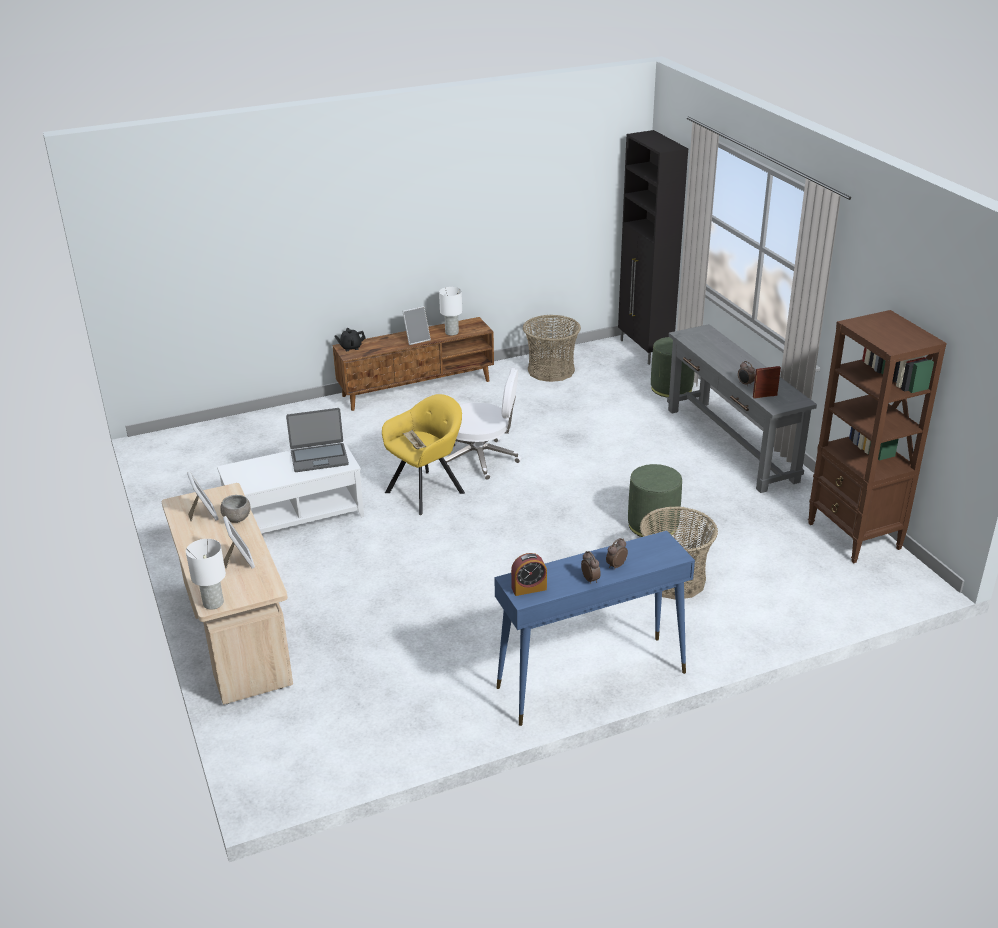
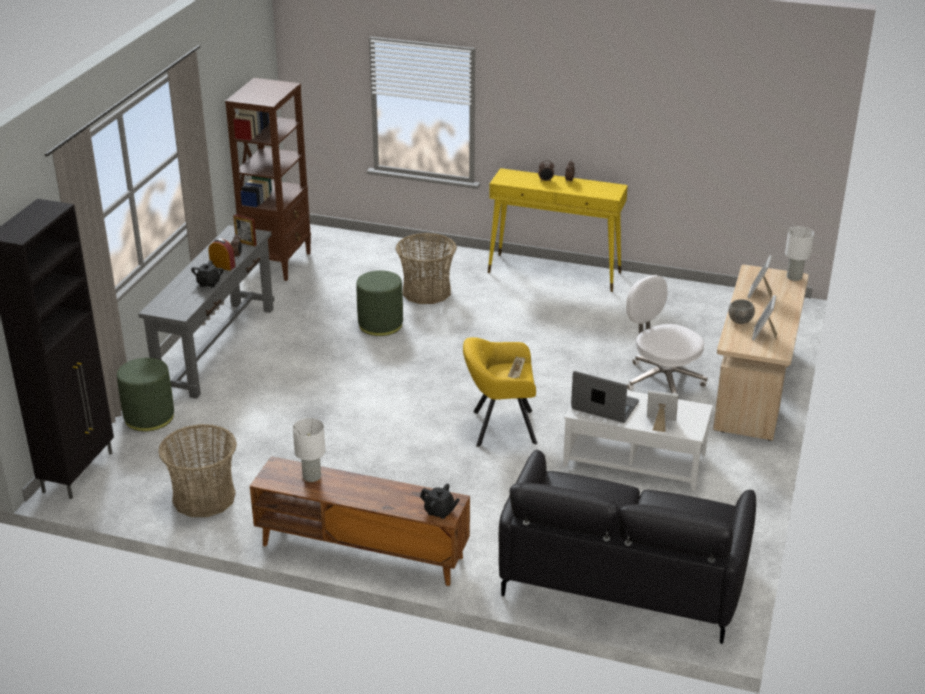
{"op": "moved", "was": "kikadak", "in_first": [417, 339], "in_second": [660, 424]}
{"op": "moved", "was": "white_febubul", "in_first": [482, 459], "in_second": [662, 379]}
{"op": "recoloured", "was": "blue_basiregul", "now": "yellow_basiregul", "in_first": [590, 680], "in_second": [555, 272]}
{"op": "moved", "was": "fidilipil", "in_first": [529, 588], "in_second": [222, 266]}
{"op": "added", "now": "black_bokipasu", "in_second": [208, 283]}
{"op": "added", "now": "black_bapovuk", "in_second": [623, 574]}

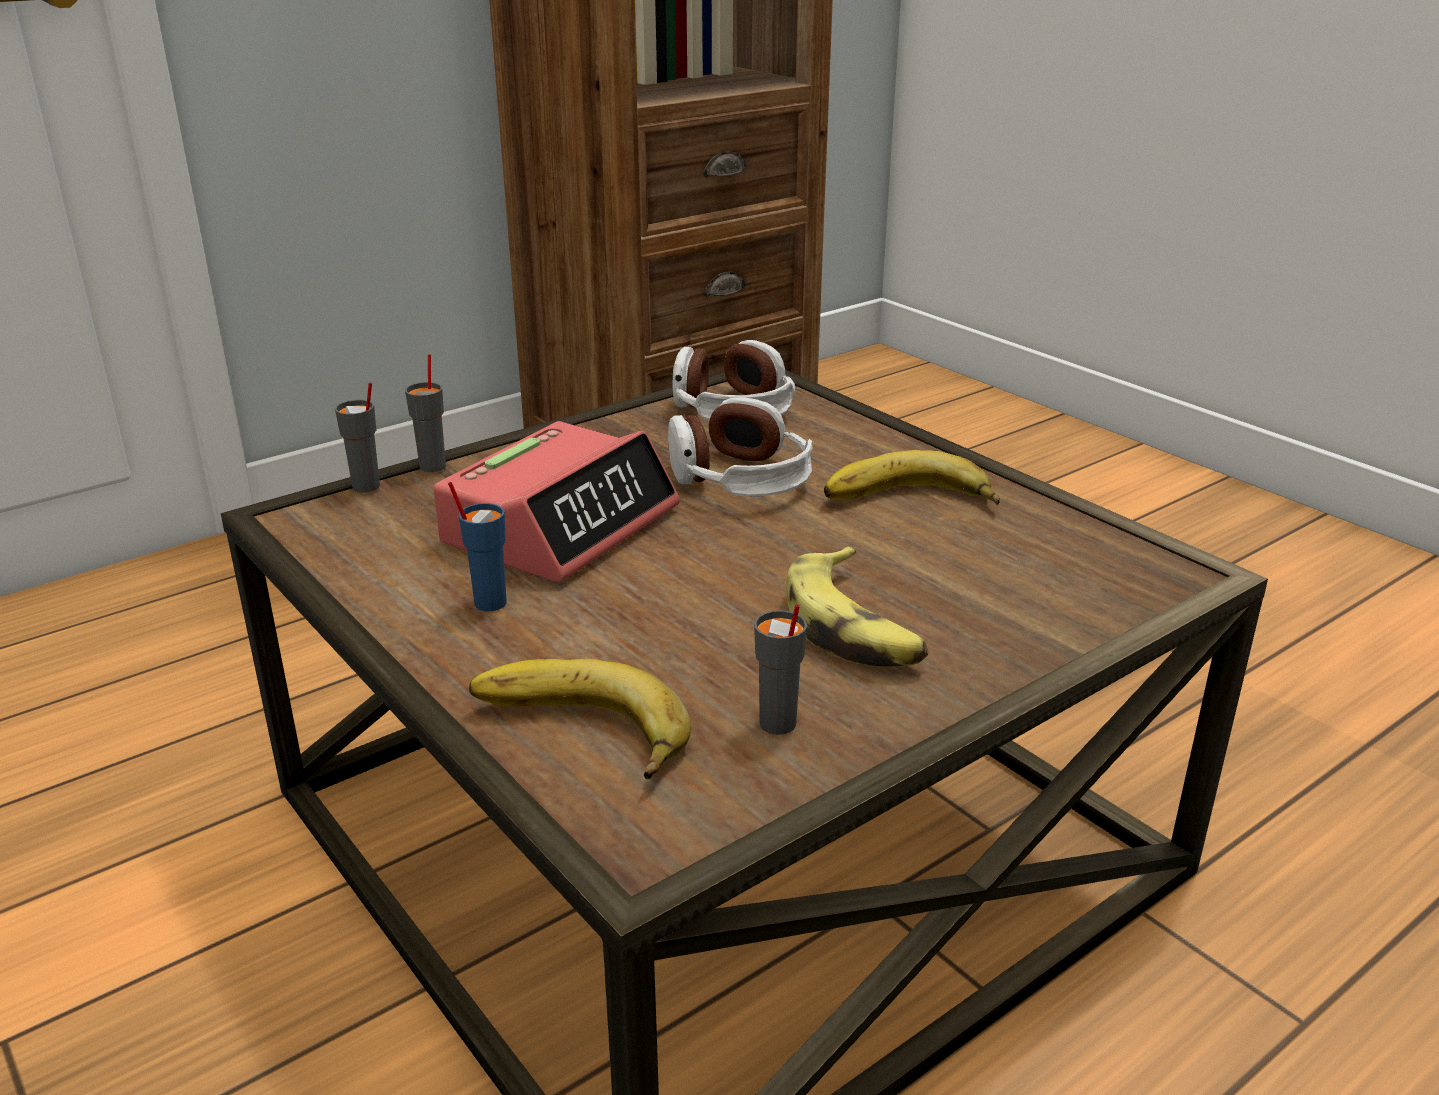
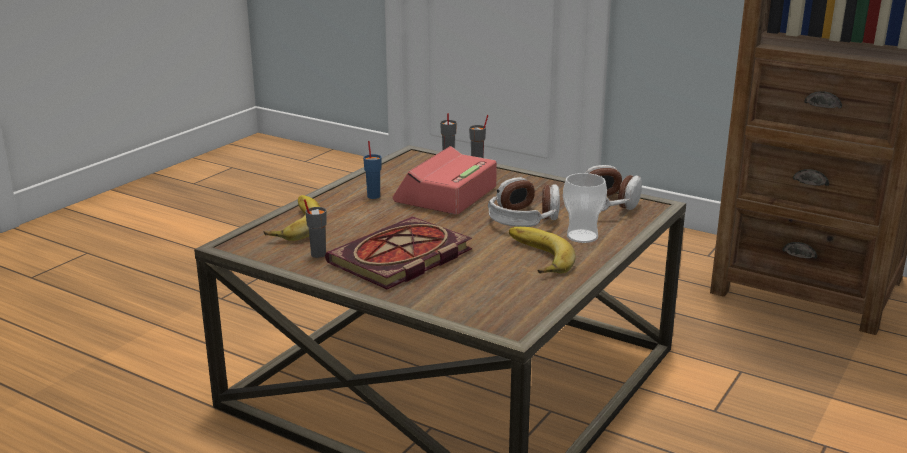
{"op": "turned", "was": "fidilipil", "in_first": [561, 525], "in_second": [446, 195], "clockwise": 105}
{"op": "replaced", "was": "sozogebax", "now": "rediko", "in_first": [854, 627], "in_second": [400, 259]}
{"op": "added", "now": "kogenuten", "in_second": [582, 236]}

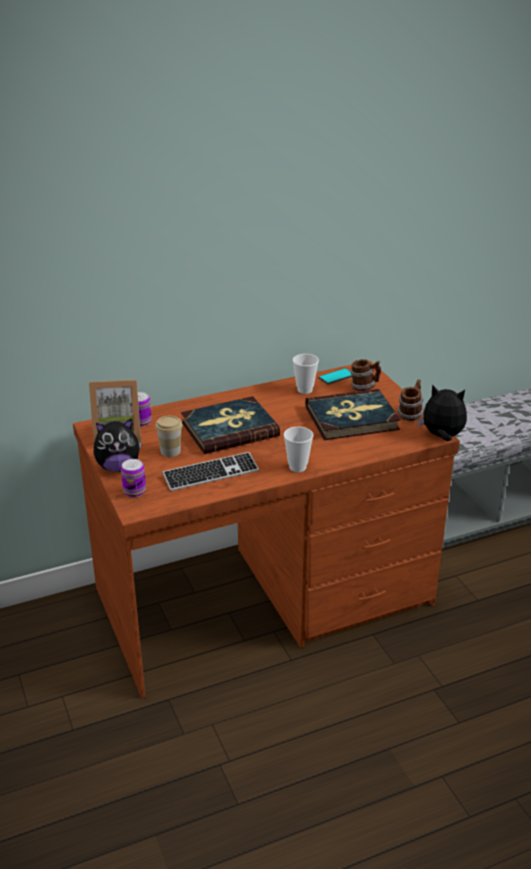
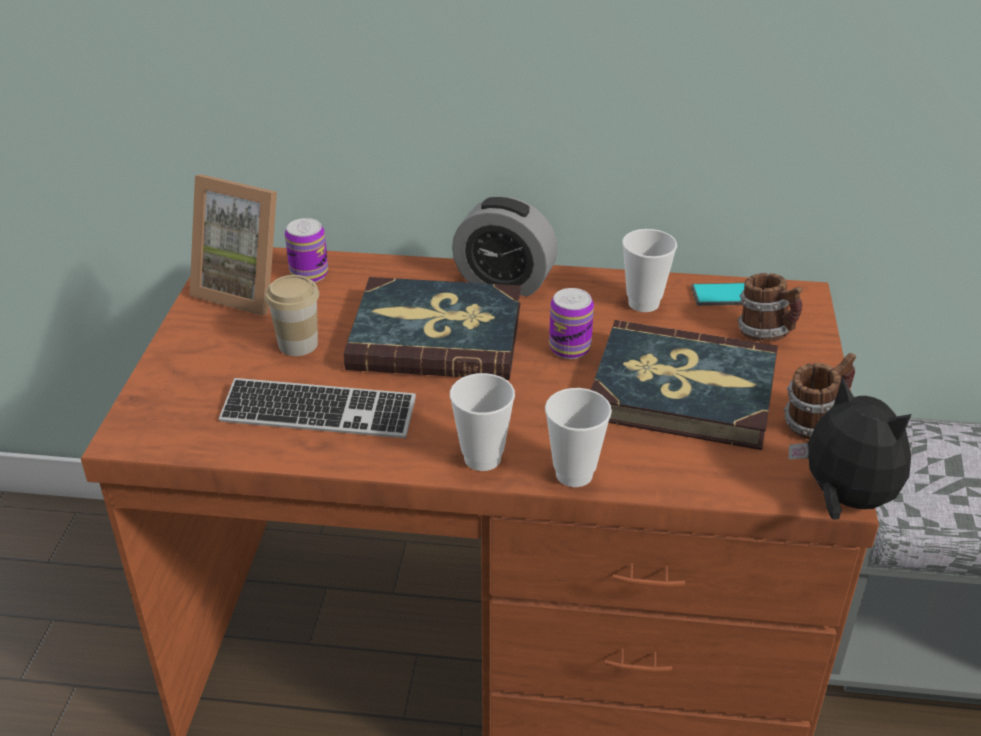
{"op": "removed", "was": "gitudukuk", "in_first": [118, 467]}
{"op": "moved", "was": "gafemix", "in_first": [134, 491], "in_second": [569, 348]}
{"op": "added", "now": "fidilipil", "in_second": [504, 281]}
{"op": "added", "now": "kogenuten", "in_second": [574, 474]}

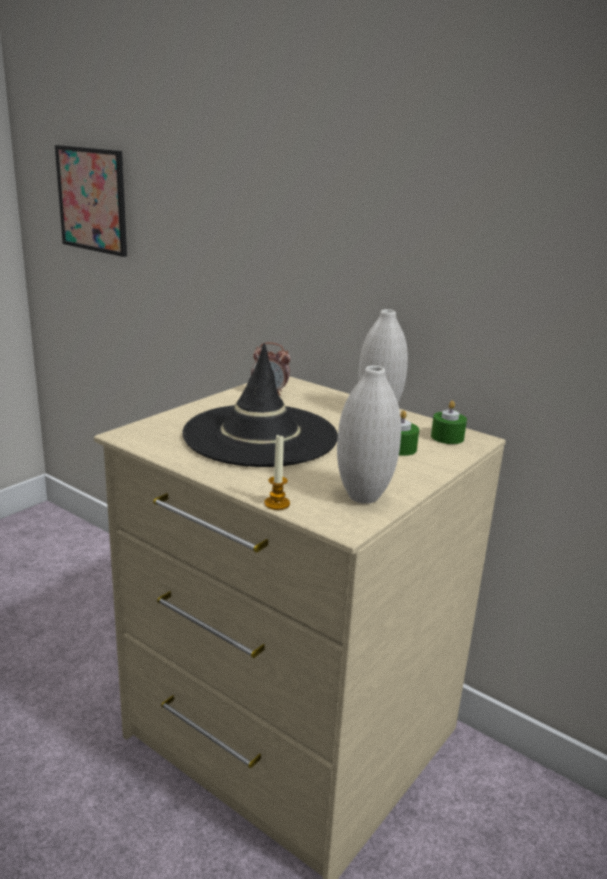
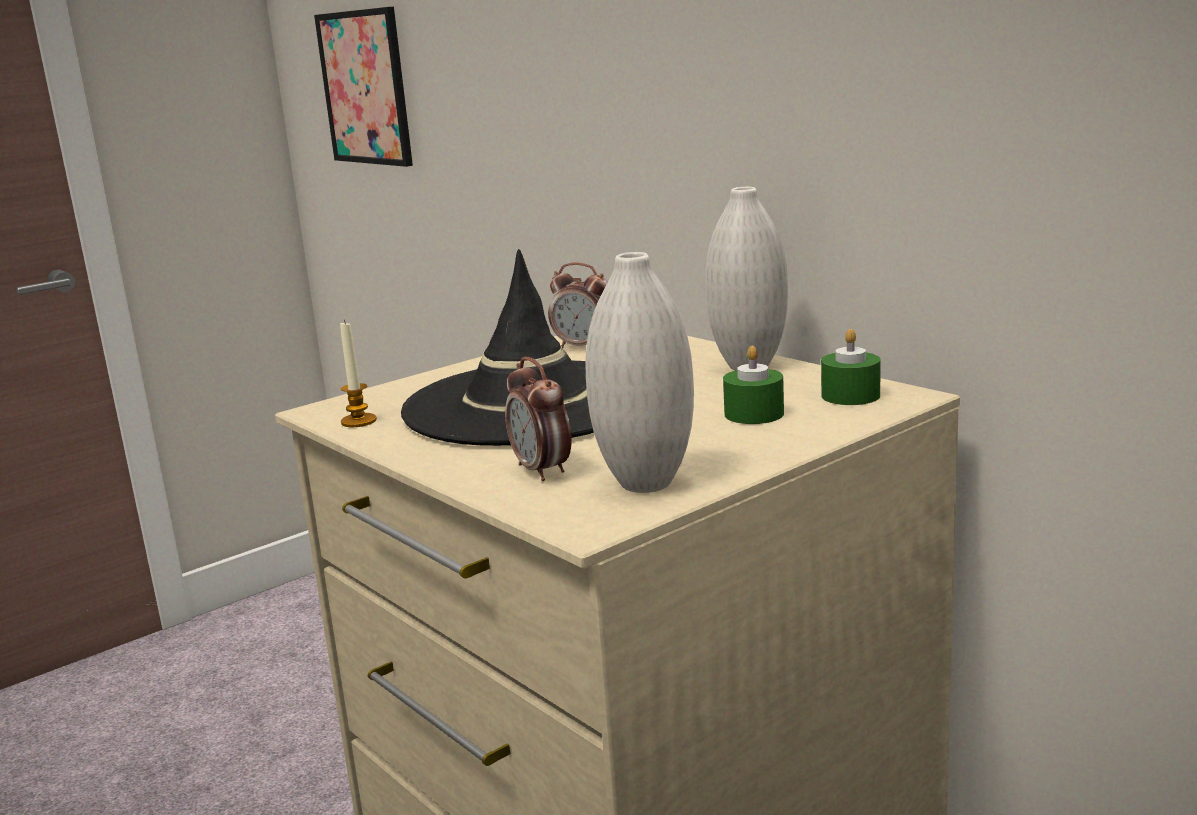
{"op": "moved", "was": "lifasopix", "in_first": [277, 504], "in_second": [358, 421]}
{"op": "added", "now": "fidilipil", "in_second": [542, 471]}

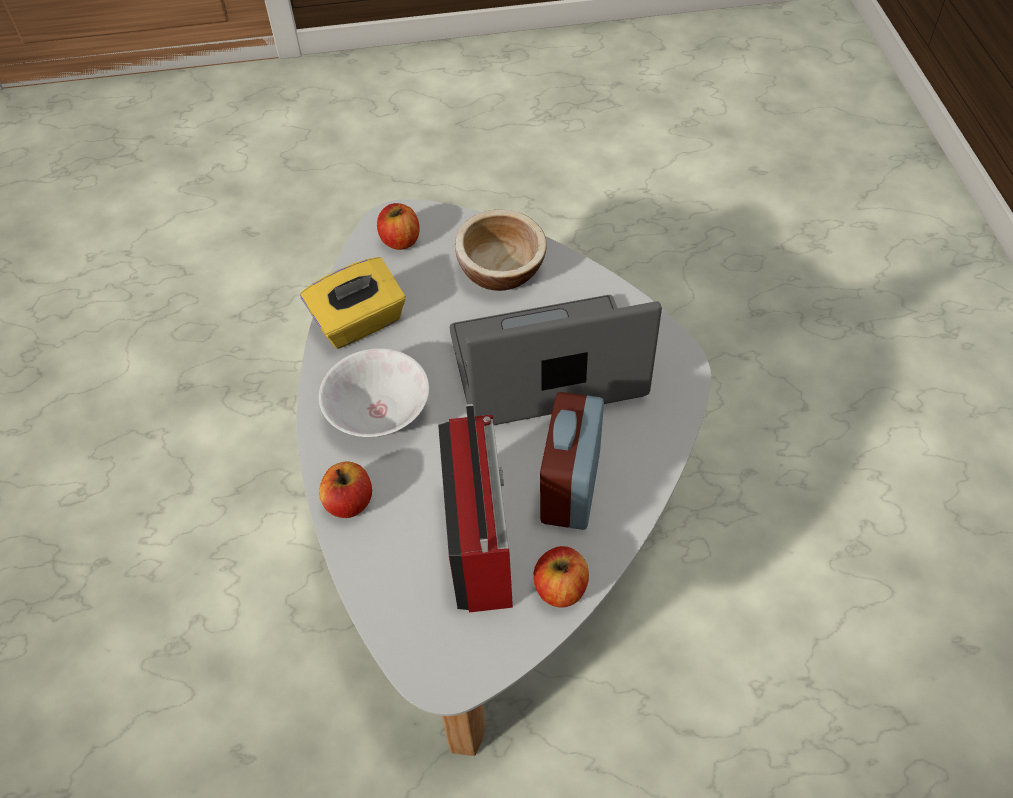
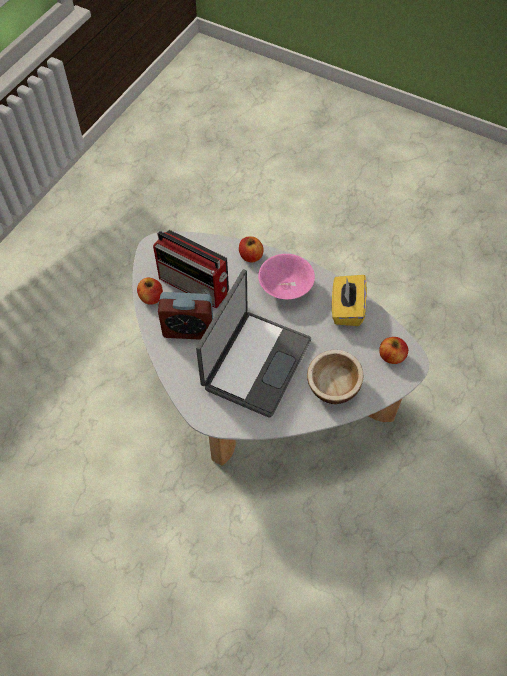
{"op": "recoloured", "was": "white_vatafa", "now": "pink_vatafa", "in_first": [379, 414], "in_second": [286, 288]}
{"op": "turned", "was": "fidilipil", "in_first": [570, 487], "in_second": [188, 329], "clockwise": 135}

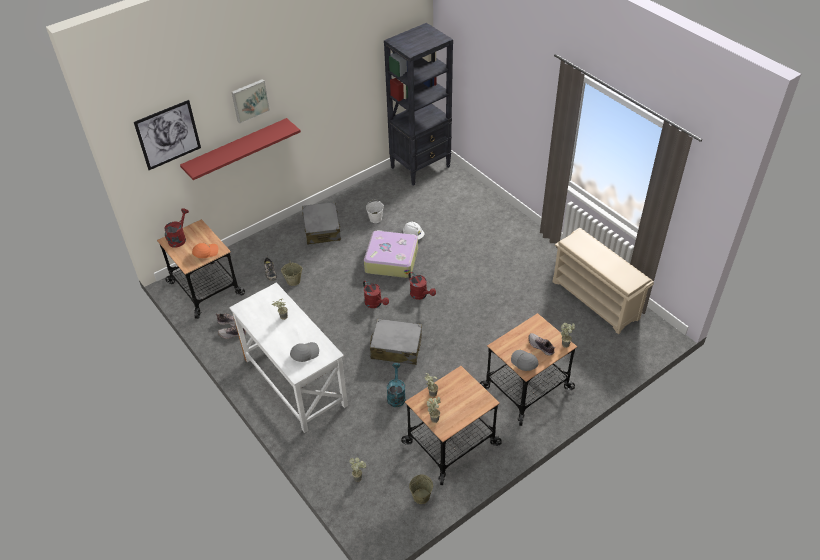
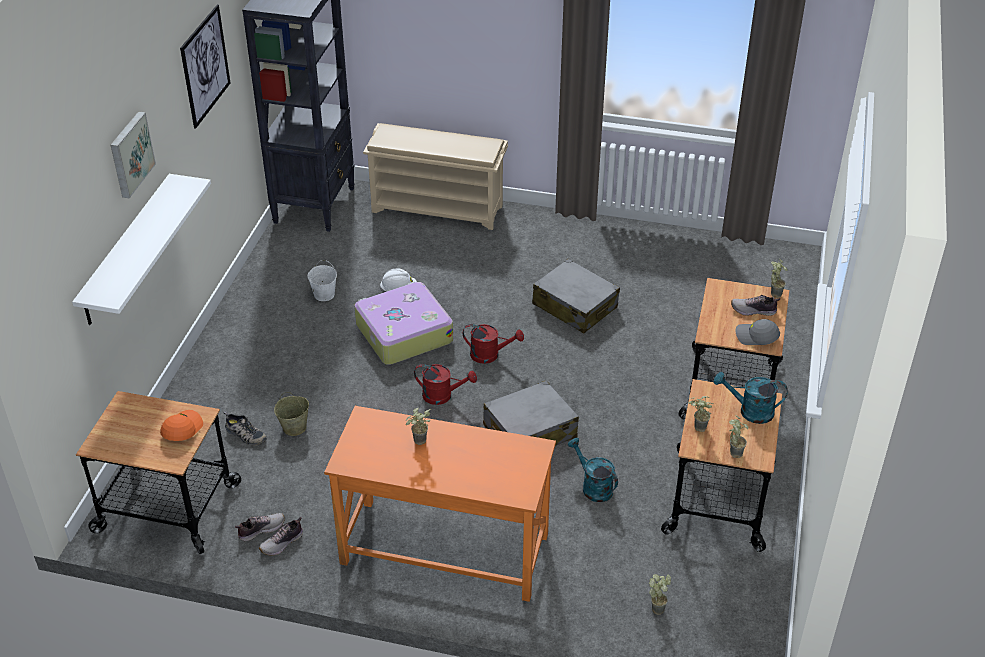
{"op": "moved", "was": "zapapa", "in_first": [168, 135], "in_second": [205, 66]}
{"op": "recoloured", "was": "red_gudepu", "now": "white_gudepu", "in_first": [236, 149], "in_second": [127, 250]}
{"op": "moved", "was": "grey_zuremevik", "in_first": [322, 229], "in_second": [574, 306]}
{"op": "removed", "was": "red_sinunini", "in_first": [179, 238]}
{"op": "moved", "was": "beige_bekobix", "in_first": [596, 300], "in_second": [438, 208]}
{"op": "recoloured", "was": "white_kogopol", "now": "orange_kogopol", "in_first": [294, 382], "in_second": [444, 550]}
{"op": "removed", "was": "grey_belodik", "in_first": [304, 353]}
{"op": "removed", "was": "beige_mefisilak", "in_first": [421, 497]}
{"op": "added", "now": "turquoise_sinunini", "in_second": [750, 411]}

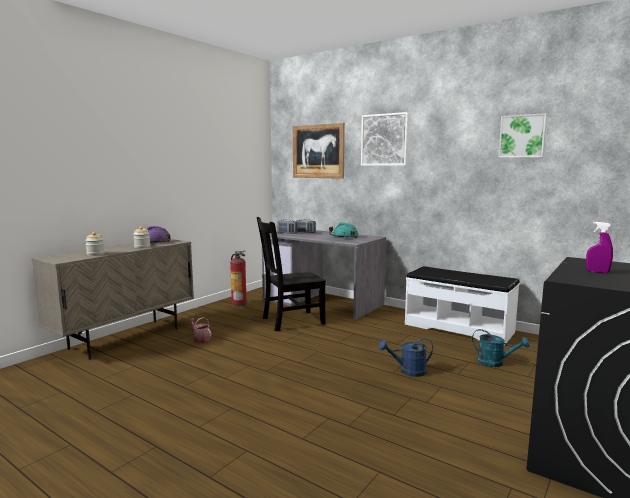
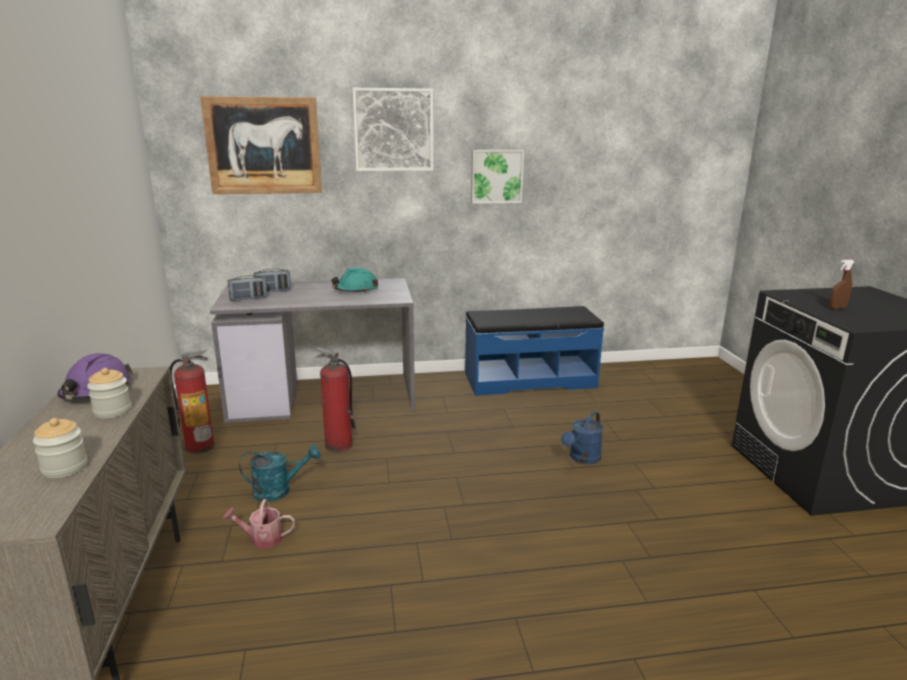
{"op": "moved", "was": "zapapa", "in_first": [522, 136], "in_second": [496, 176]}
{"op": "replaced", "was": "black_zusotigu", "now": "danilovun", "in_first": [291, 321], "in_second": [338, 445]}
{"op": "recoloured", "was": "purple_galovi", "now": "brown_galovi", "in_first": [597, 272], "in_second": [837, 308]}
{"op": "recoloured", "was": "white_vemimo", "now": "blue_vemimo", "in_first": [458, 328], "in_second": [529, 380]}
{"op": "moved", "was": "turquoise_sinunini", "in_first": [495, 363], "in_second": [279, 491]}

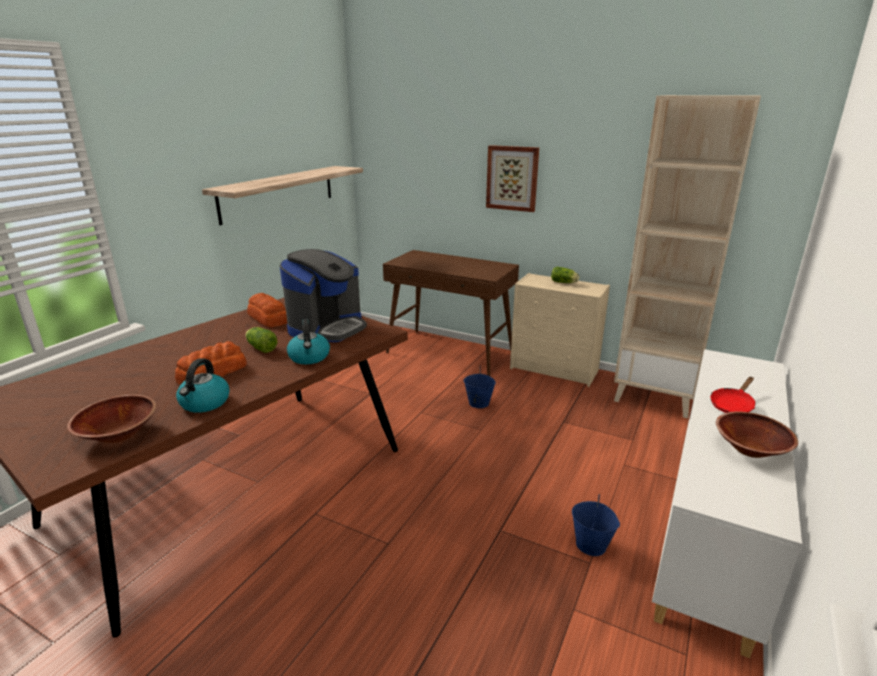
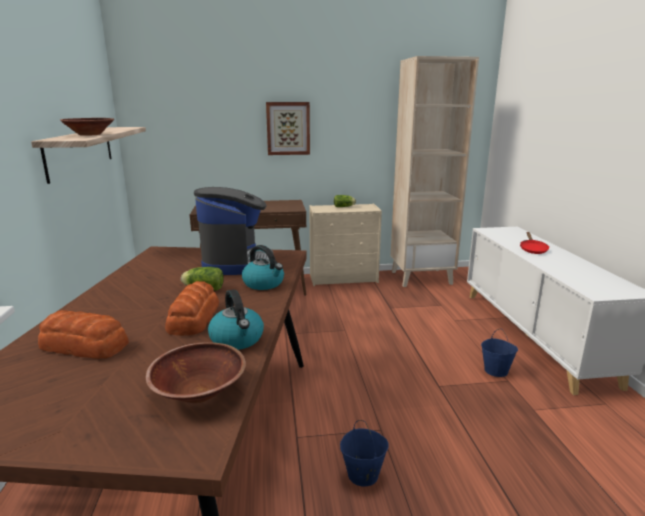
{"op": "moved", "was": "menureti", "in_first": [268, 318], "in_second": [85, 346]}
{"op": "moved", "was": "blue_mefisilak", "in_first": [478, 403], "in_second": [362, 475]}
{"op": "moved", "was": "brown_vatafa", "in_first": [750, 449], "in_second": [90, 134]}

